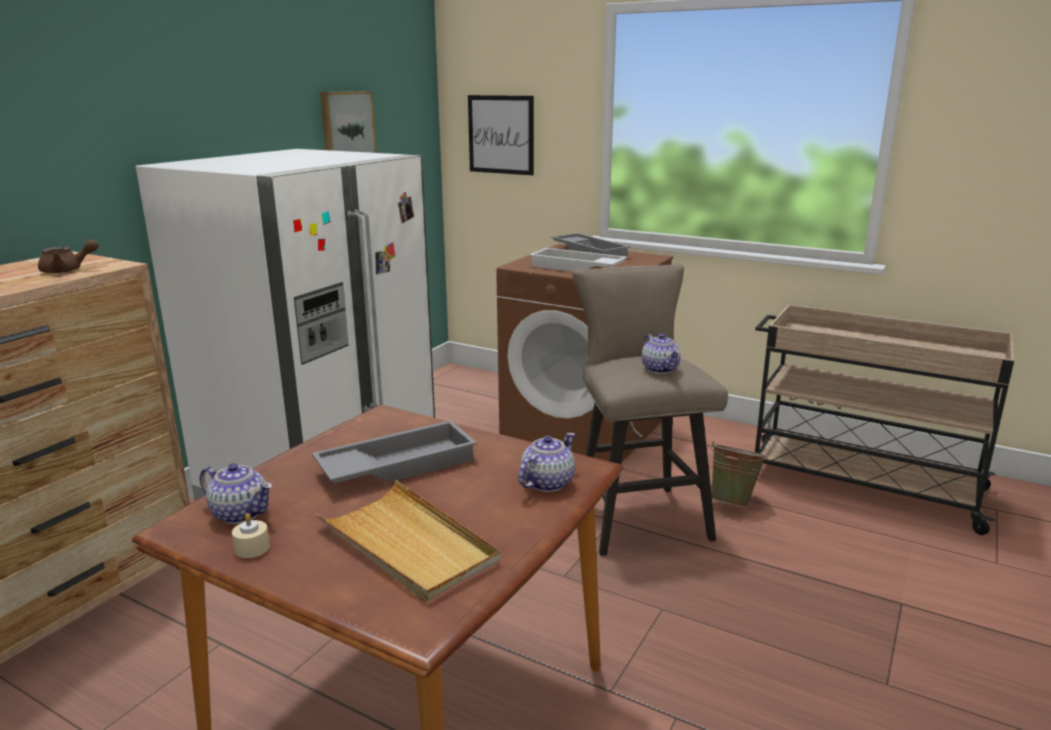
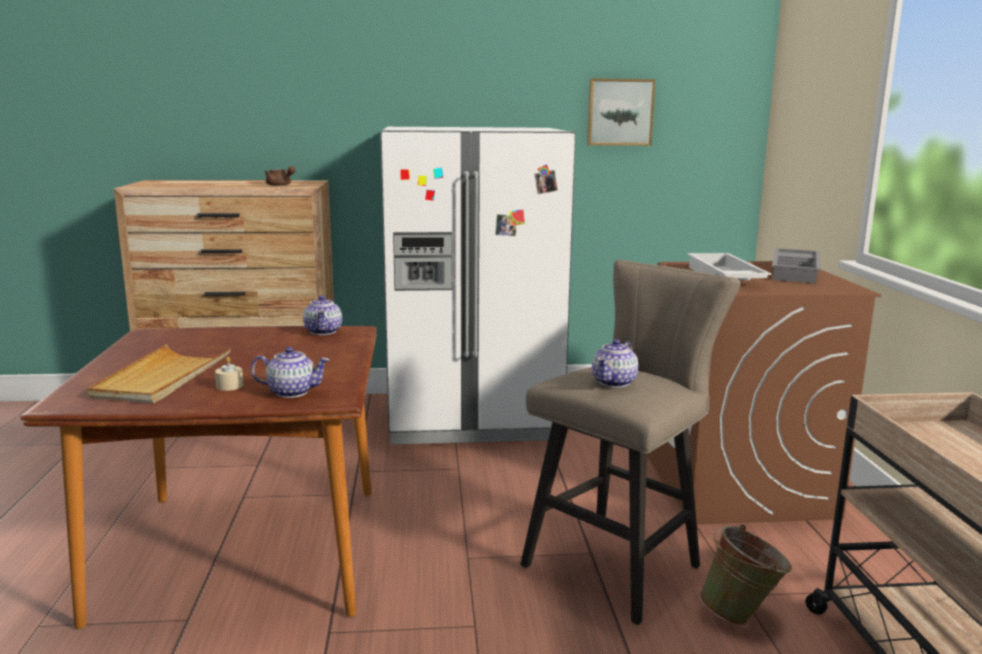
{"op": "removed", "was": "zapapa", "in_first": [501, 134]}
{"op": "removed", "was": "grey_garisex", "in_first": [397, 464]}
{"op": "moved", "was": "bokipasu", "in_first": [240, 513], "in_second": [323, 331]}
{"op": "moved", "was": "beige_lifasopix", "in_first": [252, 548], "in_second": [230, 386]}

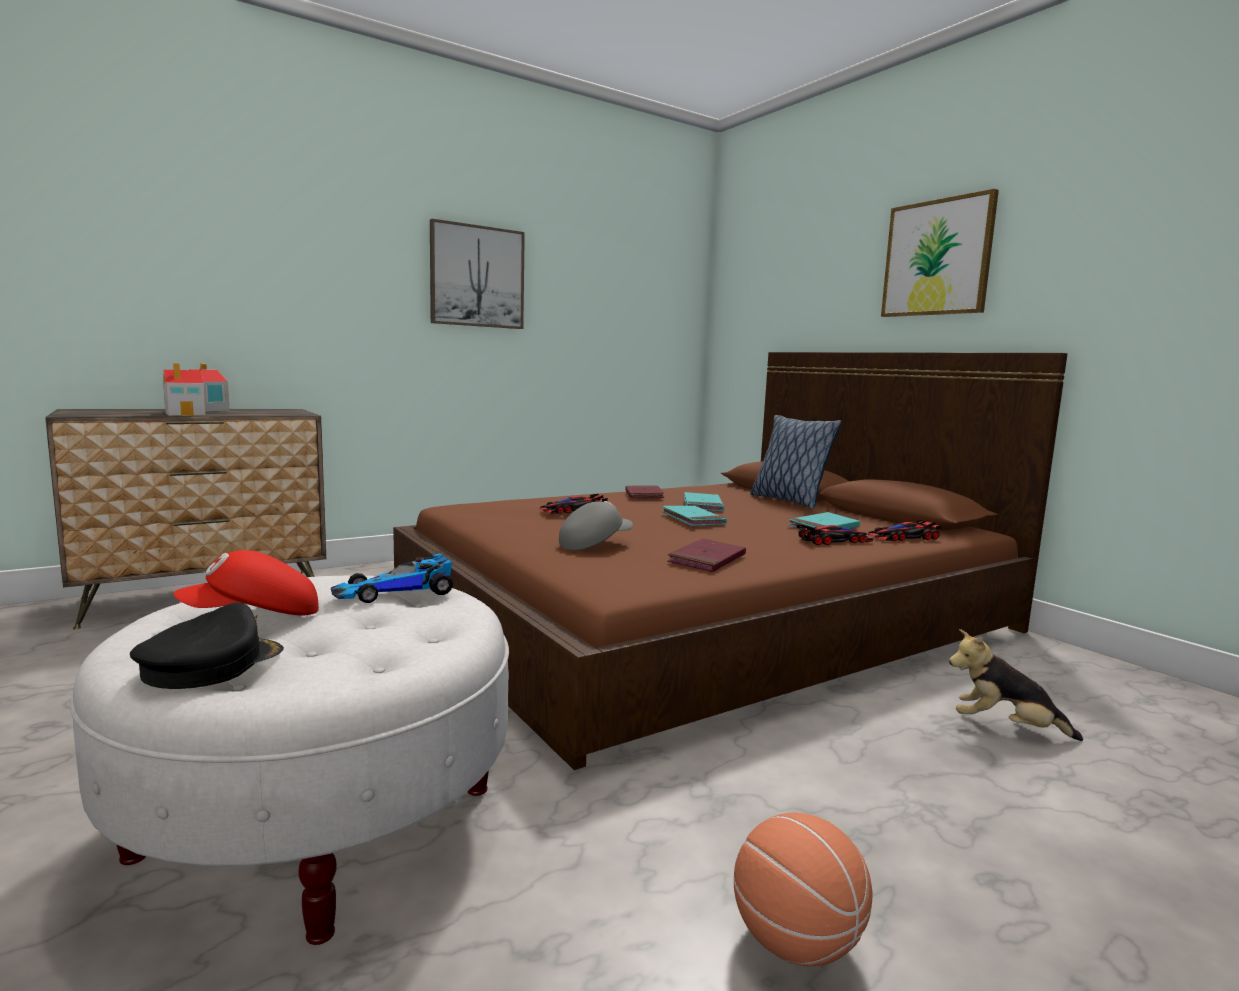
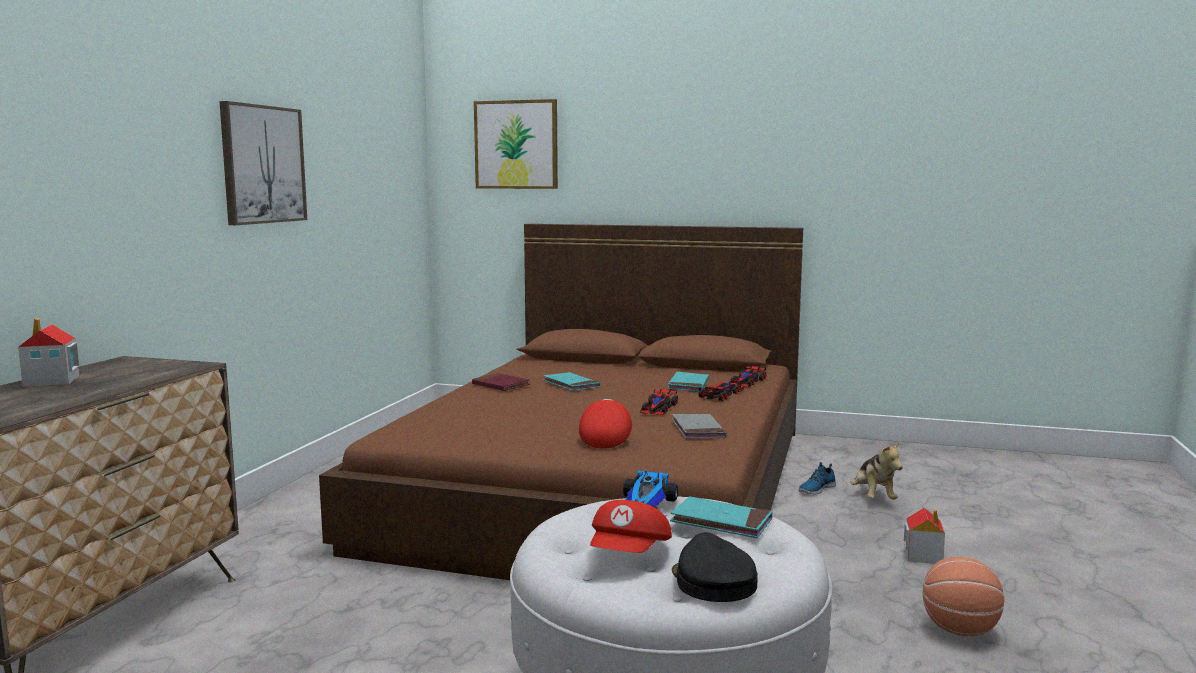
{"op": "moved", "was": "zapapa", "in_first": [937, 258], "in_second": [516, 144]}
{"op": "moved", "was": "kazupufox", "in_first": [186, 414], "in_second": [923, 555]}
{"op": "removed", "was": "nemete", "in_first": [788, 501]}
{"op": "moved", "was": "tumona", "in_first": [573, 510], "in_second": [658, 408]}
{"op": "recoloured", "was": "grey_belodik", "now": "red_belodik", "in_first": [594, 544], "in_second": [605, 439]}
{"op": "moved", "was": "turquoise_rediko", "in_first": [693, 519], "in_second": [721, 522]}
{"op": "recoloured", "was": "red_rediko", "now": "grey_rediko", "in_first": [707, 559], "in_second": [698, 430]}
{"op": "turned", "was": "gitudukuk", "in_first": [1005, 728], "in_second": [873, 497], "clockwise": -75}
{"op": "added", "now": "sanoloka", "in_second": [816, 489]}

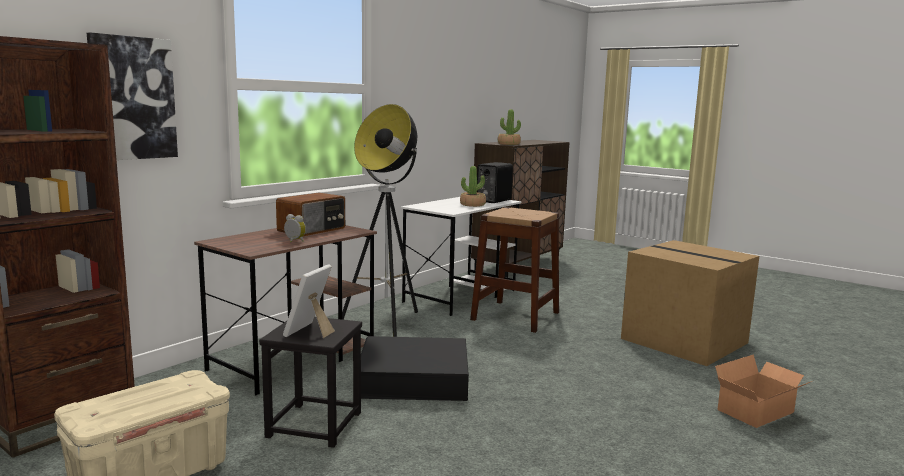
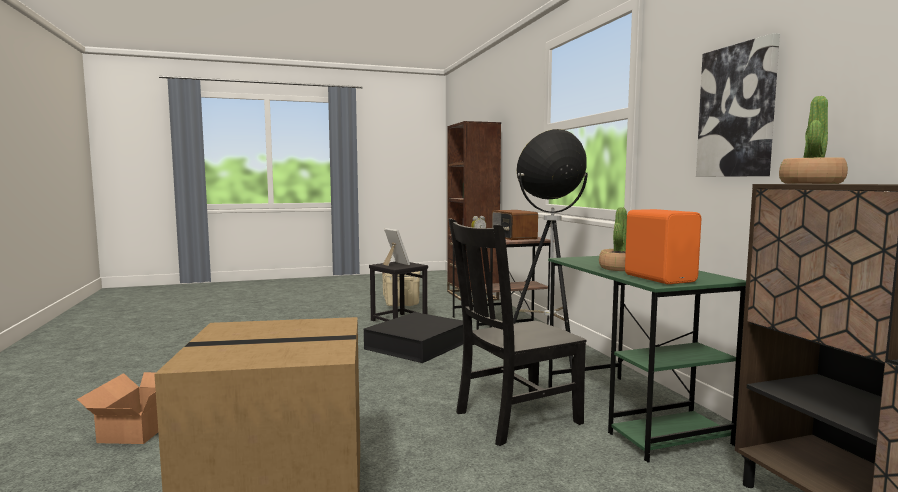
{"op": "moved", "was": "zapapa", "in_first": [133, 98], "in_second": [737, 111]}
{"op": "recoloured", "was": "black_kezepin", "now": "orange_kezepin", "in_first": [492, 201], "in_second": [660, 278]}
{"op": "recoloured", "was": "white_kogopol", "now": "green_kogopol", "in_first": [461, 296], "in_second": [631, 413]}
{"op": "replaced", "was": "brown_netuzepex", "now": "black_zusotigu", "in_first": [515, 316], "in_second": [514, 418]}

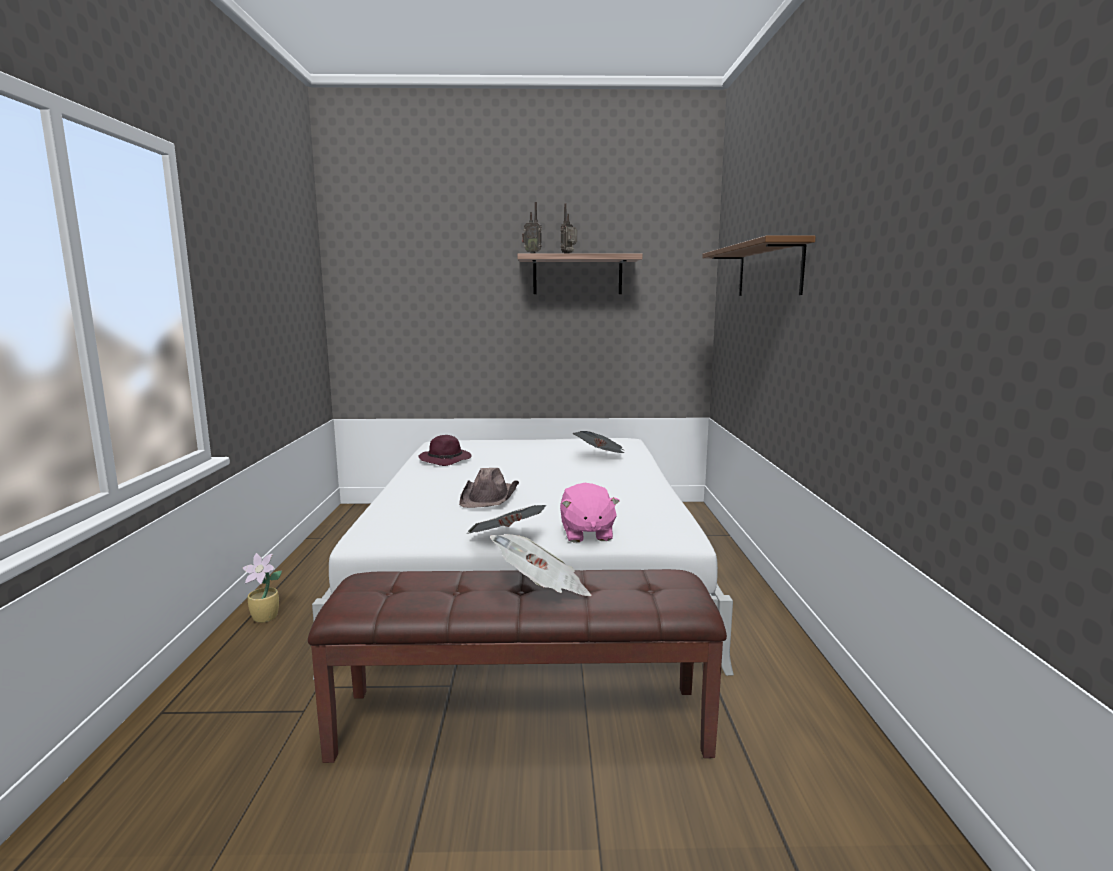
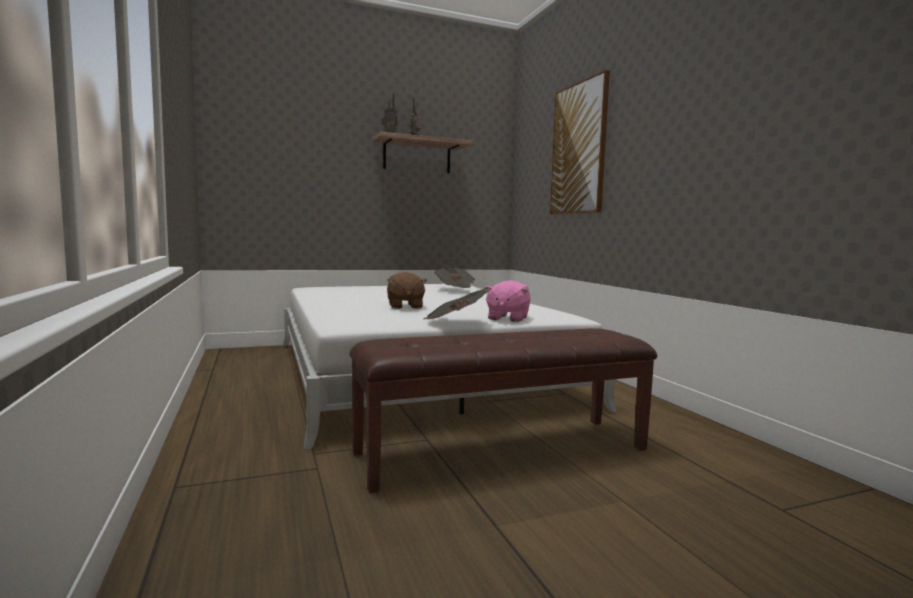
{"op": "replaced", "was": "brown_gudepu", "now": "zapapa", "in_first": [768, 270], "in_second": [579, 149]}
{"op": "removed", "was": "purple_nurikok", "in_first": [446, 460]}
{"op": "replaced", "was": "brown_nurikok", "now": "brown_gitudukuk", "in_first": [490, 497], "in_second": [405, 306]}
{"op": "turned", "was": "pink_gitudukuk", "in_first": [586, 534], "in_second": [507, 318], "clockwise": 45}
{"op": "removed", "was": "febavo", "in_first": [542, 589]}
{"op": "removed", "was": "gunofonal", "in_first": [266, 618]}

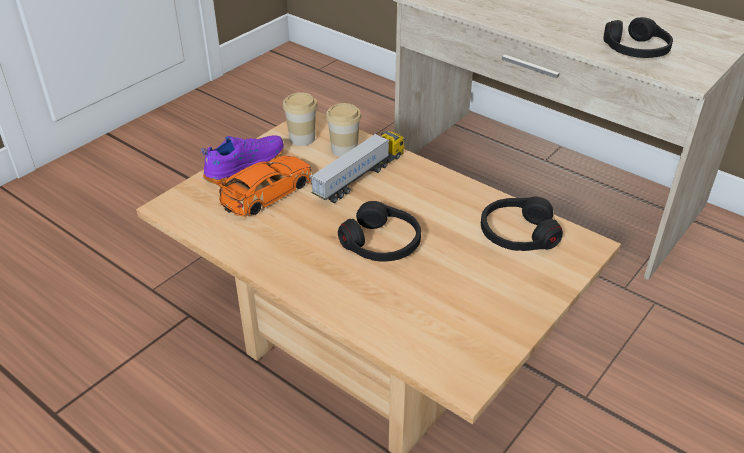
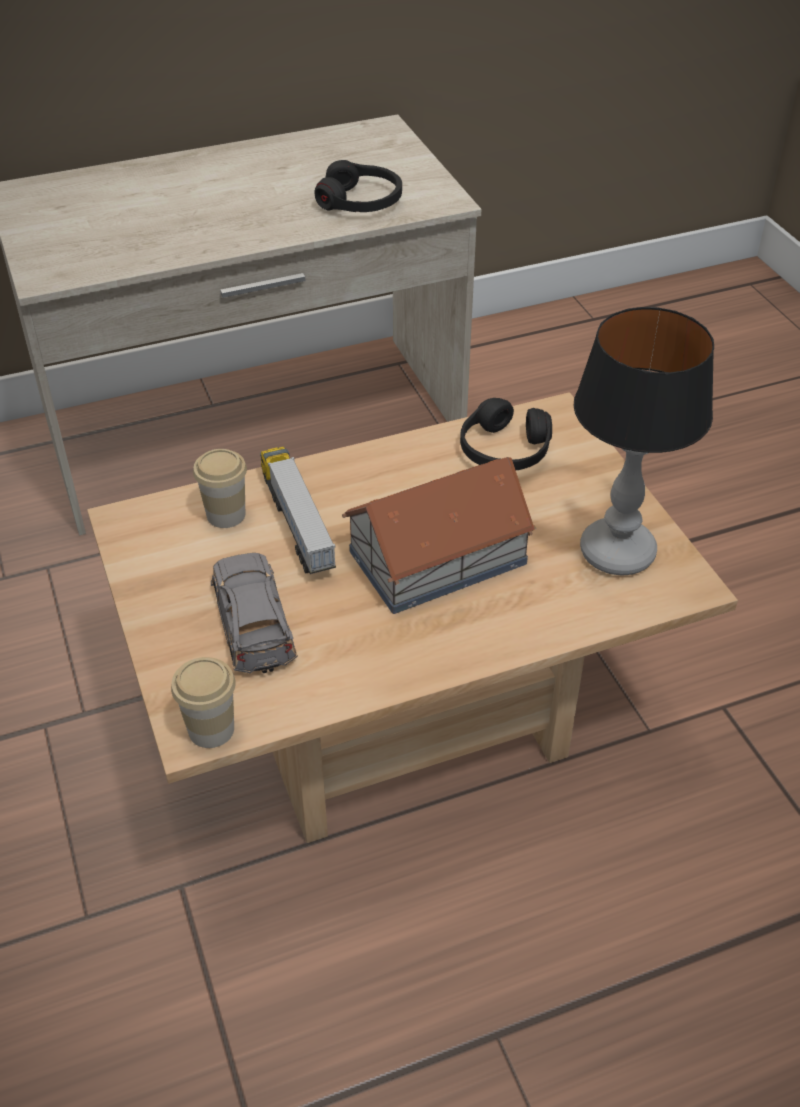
{"op": "moved", "was": "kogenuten", "in_first": [302, 138], "in_second": [211, 729]}
{"op": "removed", "was": "purple_sanoloka", "in_first": [243, 166]}
{"op": "recoloured", "was": "orange_tumona", "now": "grey_tumona", "in_first": [267, 193], "in_second": [253, 621]}
{"op": "replaced", "was": "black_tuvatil", "now": "kazupufox", "in_first": [382, 243], "in_second": [440, 557]}
{"op": "added", "now": "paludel", "in_second": [616, 554]}

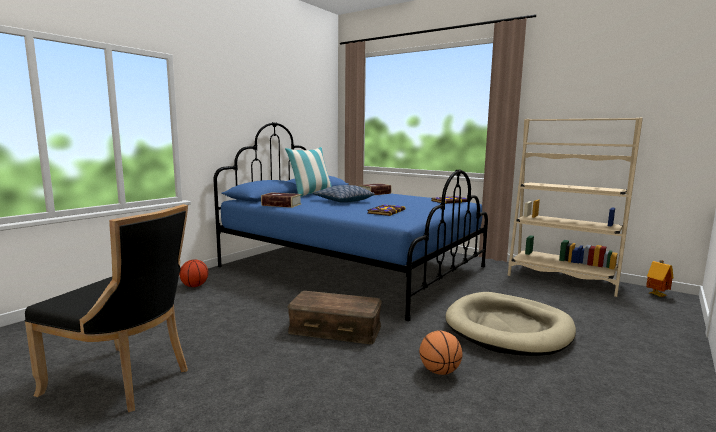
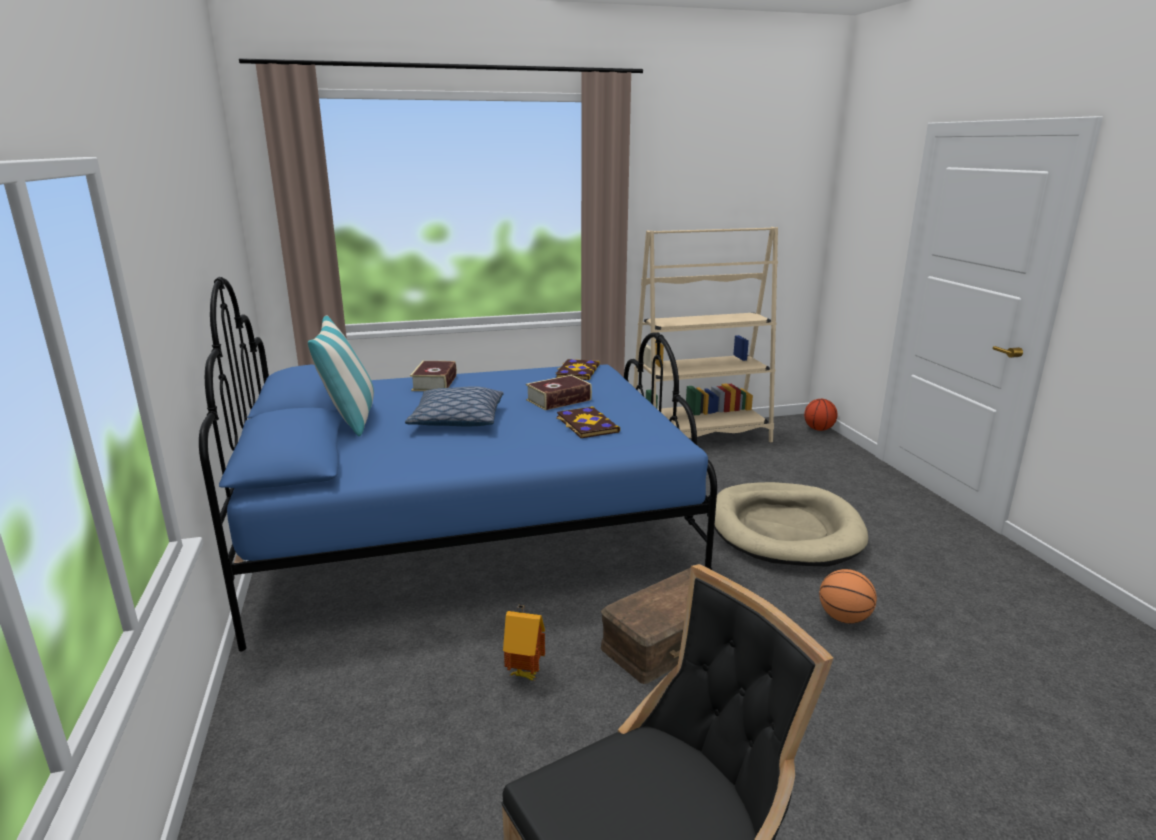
{"op": "moved", "was": "rediko", "in_first": [281, 205], "in_second": [559, 400]}
{"op": "moved", "was": "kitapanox", "in_first": [194, 286], "in_second": [818, 429]}
{"op": "moved", "was": "kazupufox", "in_first": [657, 295], "in_second": [525, 672]}

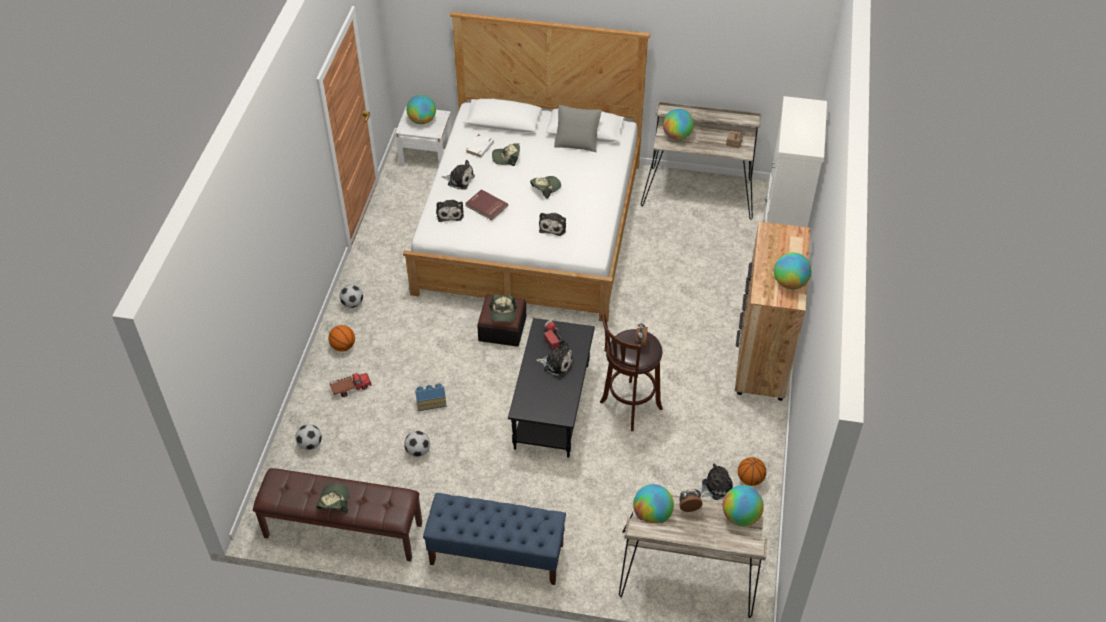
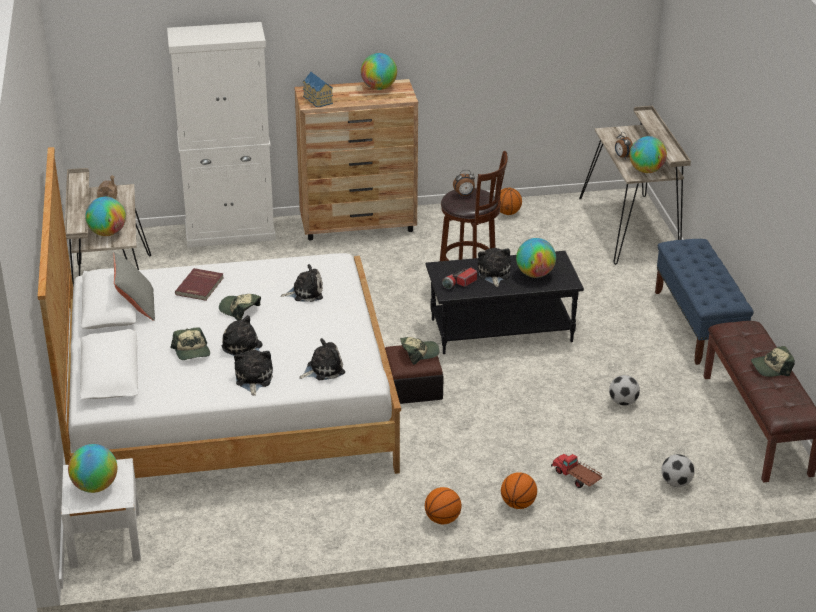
{"op": "removed", "was": "white_rediko", "in_first": [480, 147]}
{"op": "moved", "was": "red_rediko", "in_first": [486, 206], "in_second": [200, 286]}
{"op": "replaced", "was": "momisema", "now": "kitapanox", "in_first": [352, 303], "in_second": [442, 519]}
{"op": "moved", "was": "kazupufox", "in_first": [430, 402], "in_second": [317, 100]}
{"op": "moved", "was": "gitudukuk", "in_first": [715, 487], "in_second": [243, 348]}
{"op": "moved", "was": "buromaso", "in_first": [740, 516], "in_second": [535, 274]}

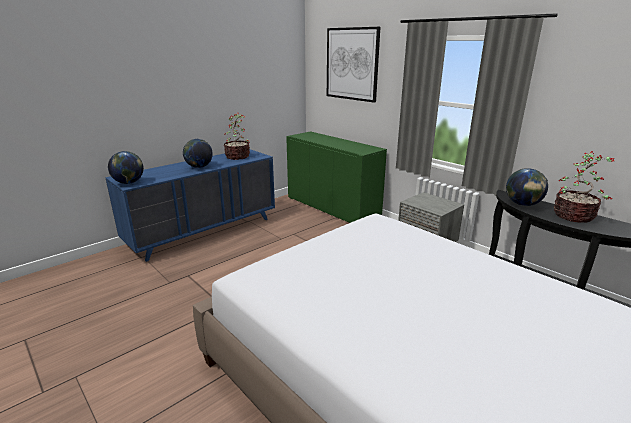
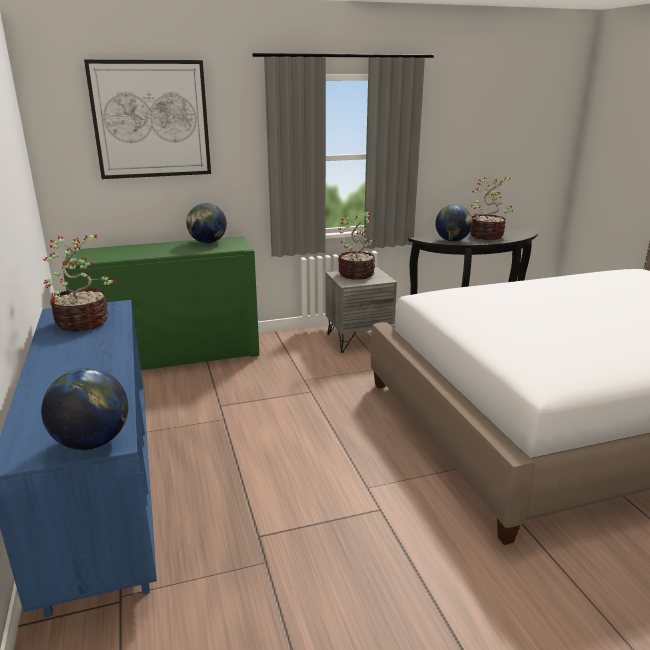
{"op": "moved", "was": "buromaso", "in_first": [199, 167], "in_second": [208, 242]}
{"op": "added", "now": "gunofonal", "in_second": [357, 274]}

